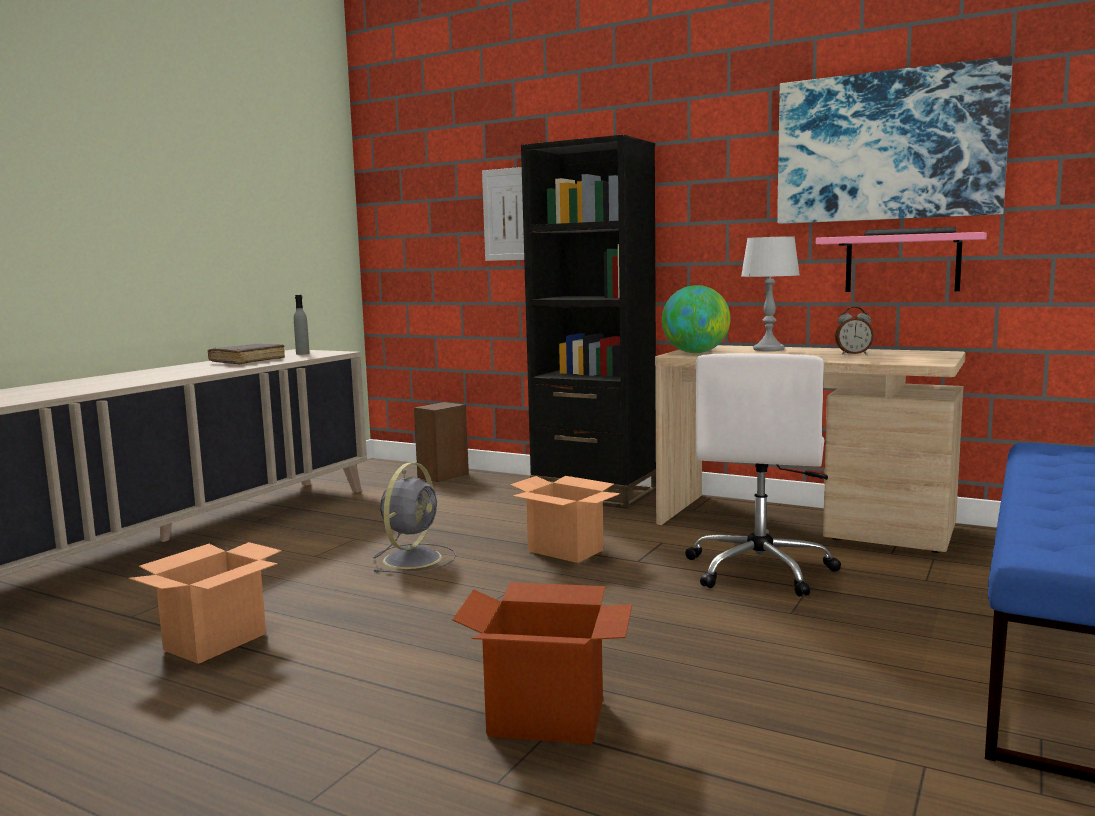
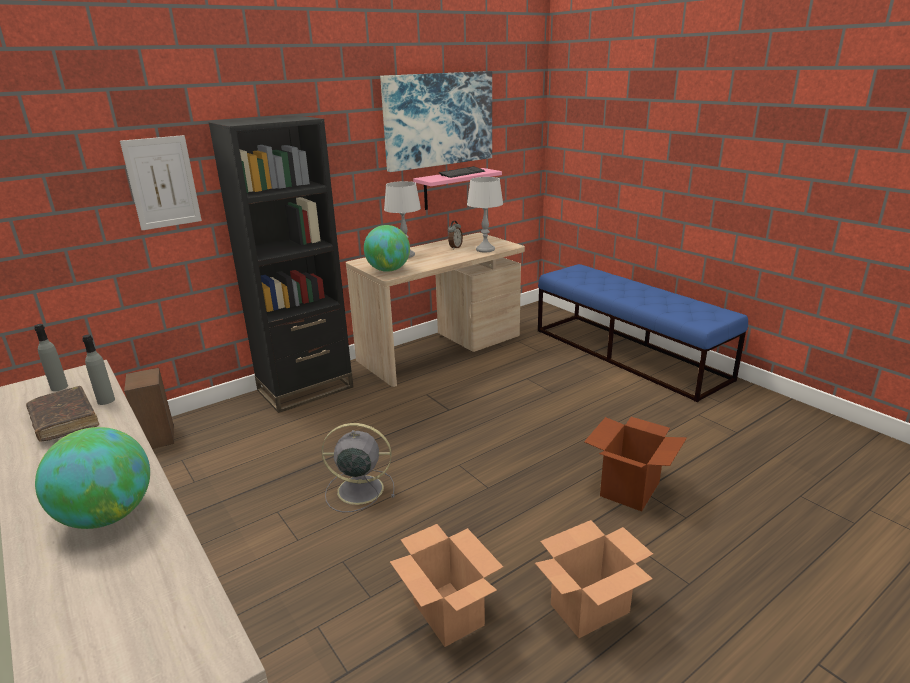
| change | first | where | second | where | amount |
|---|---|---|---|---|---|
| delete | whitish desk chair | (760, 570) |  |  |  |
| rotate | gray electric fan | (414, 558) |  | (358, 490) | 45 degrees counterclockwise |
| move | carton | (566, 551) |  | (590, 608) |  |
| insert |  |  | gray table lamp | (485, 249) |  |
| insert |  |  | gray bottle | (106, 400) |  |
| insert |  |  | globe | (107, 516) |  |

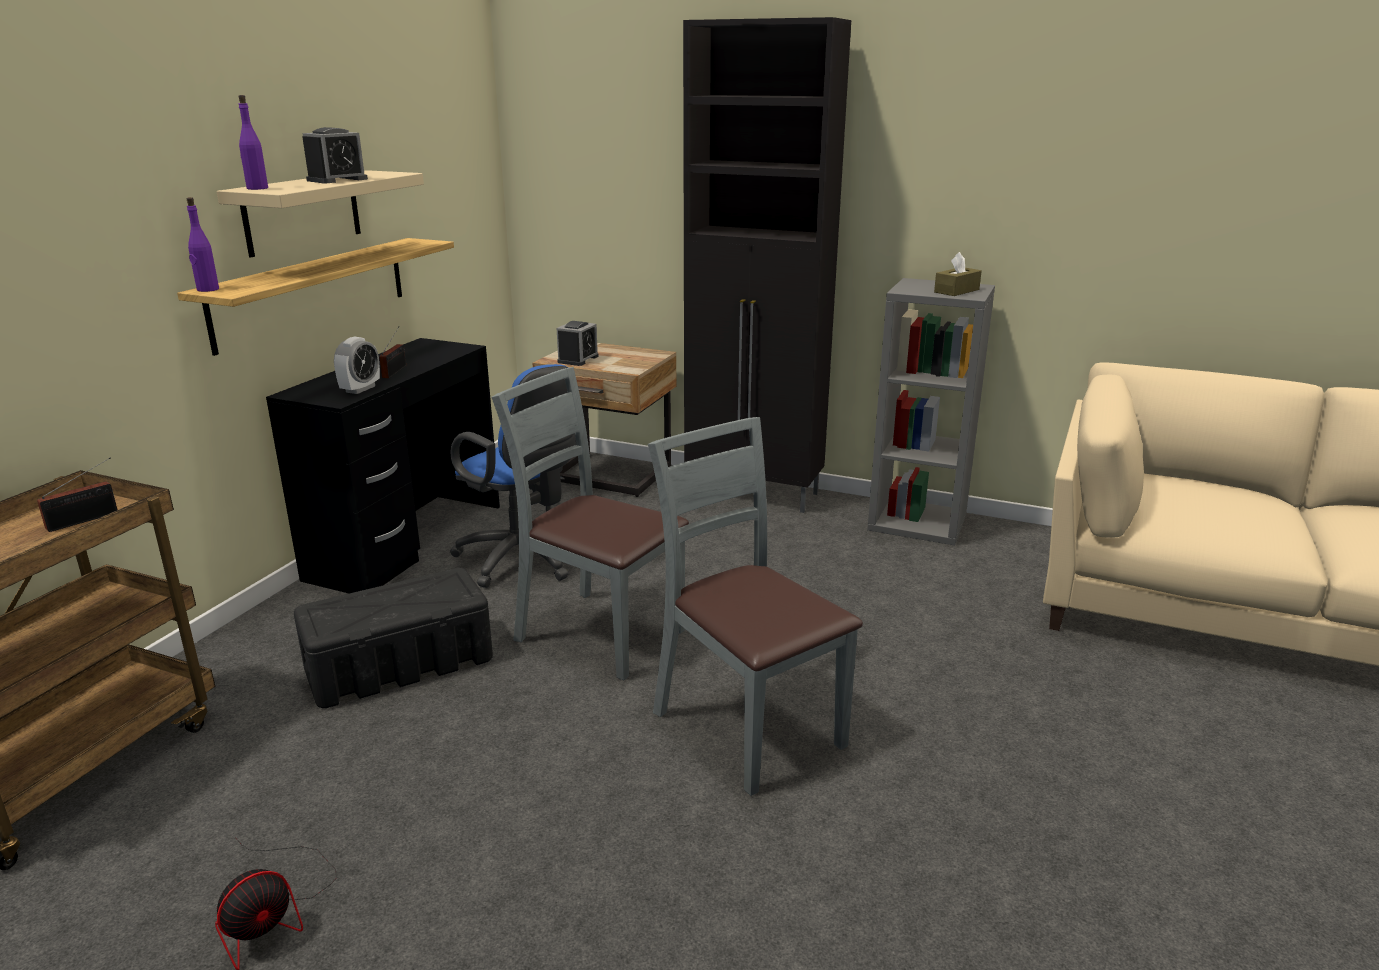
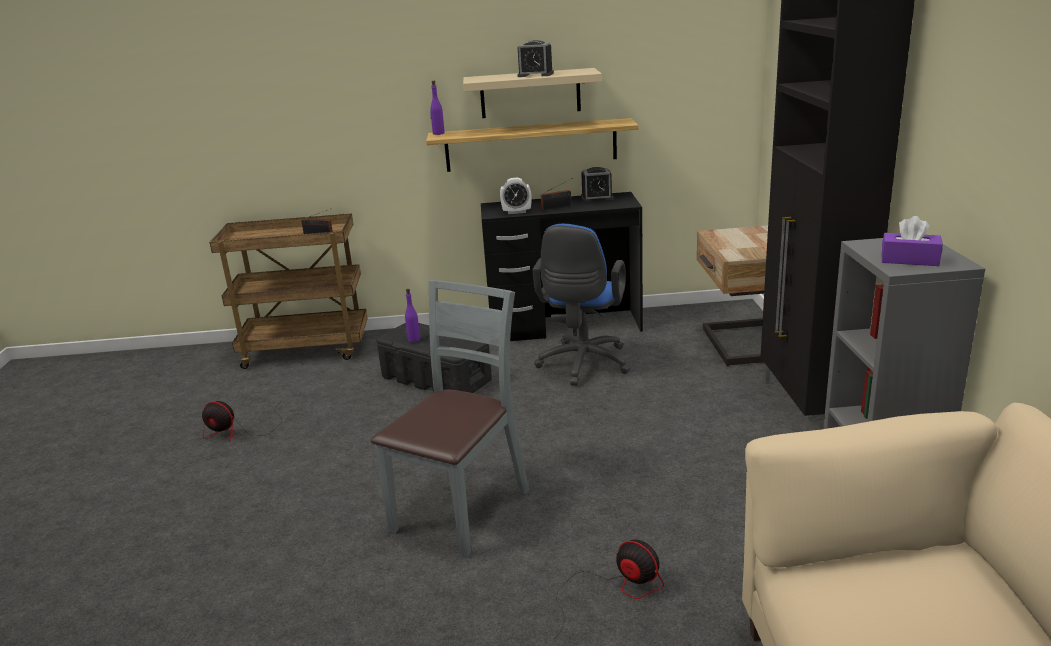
| change | first | where | second | where | amount |
|---|---|---|---|---|---|
| move | purplish bottle | (257, 188) |  | (414, 339) |  |
| recolor | brownish tissue holder | (956, 291) | purplish tissue holder | (909, 260) |  |
| move | table clock | (578, 359) |  | (597, 198) |  |
| delete | gray plain chair | (599, 633) |  |  |  |
| insert |  |  | electric fan | (614, 590) |  |

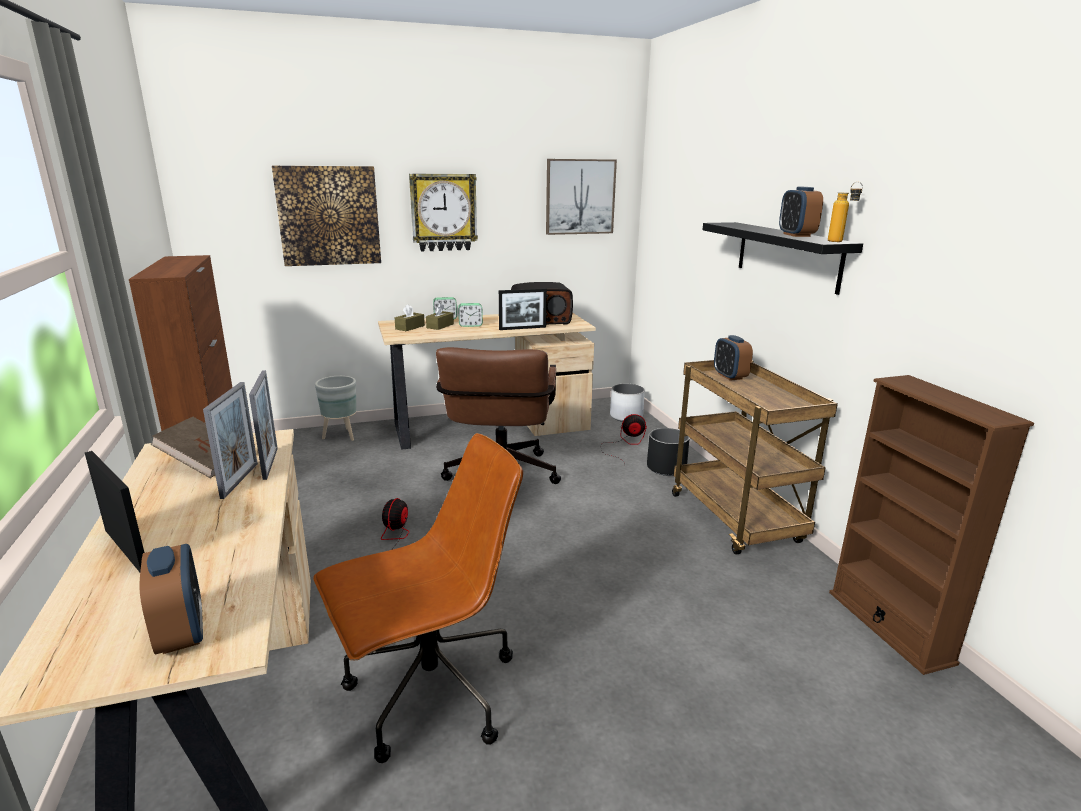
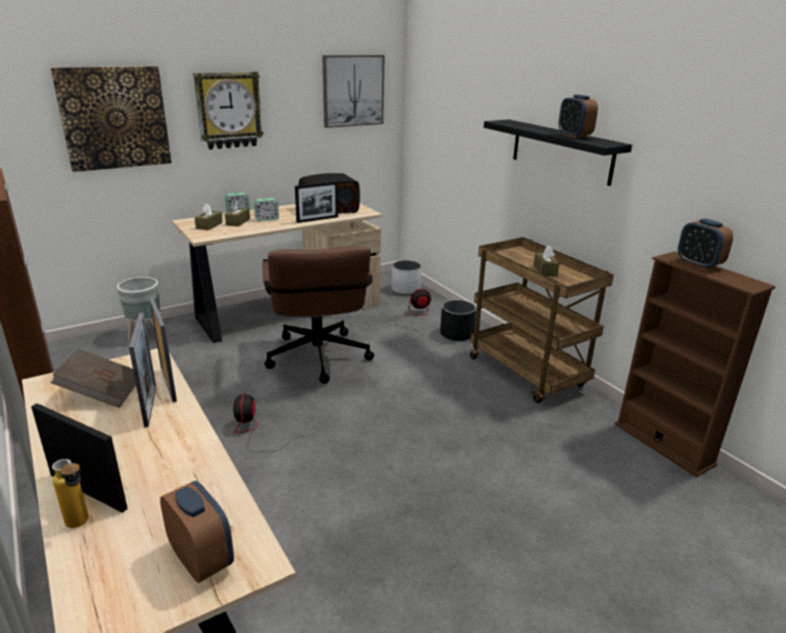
| change | first | where | second | where | amount |
|---|---|---|---|---|---|
| move | bottle | (840, 242) |  | (81, 525) |  |
| move | table clock | (730, 376) |  | (699, 264) |  |
| delete | brownish desk chair | (429, 694) |  |  |  |
| insert |  |  | brownish tissue holder | (545, 270) |  |

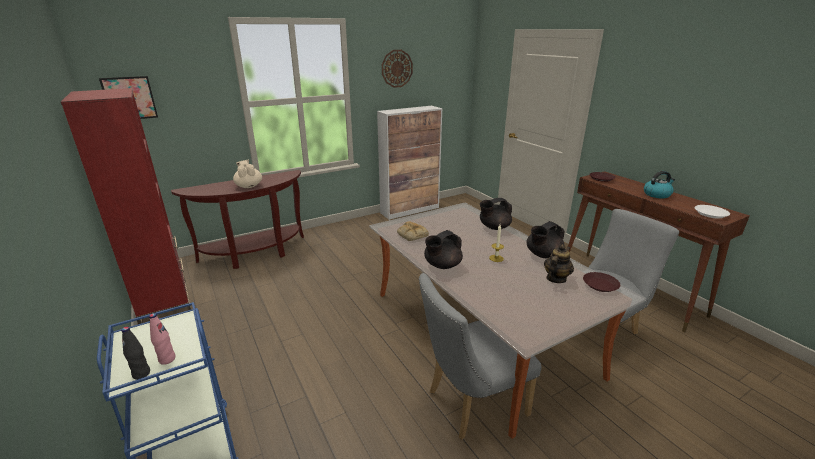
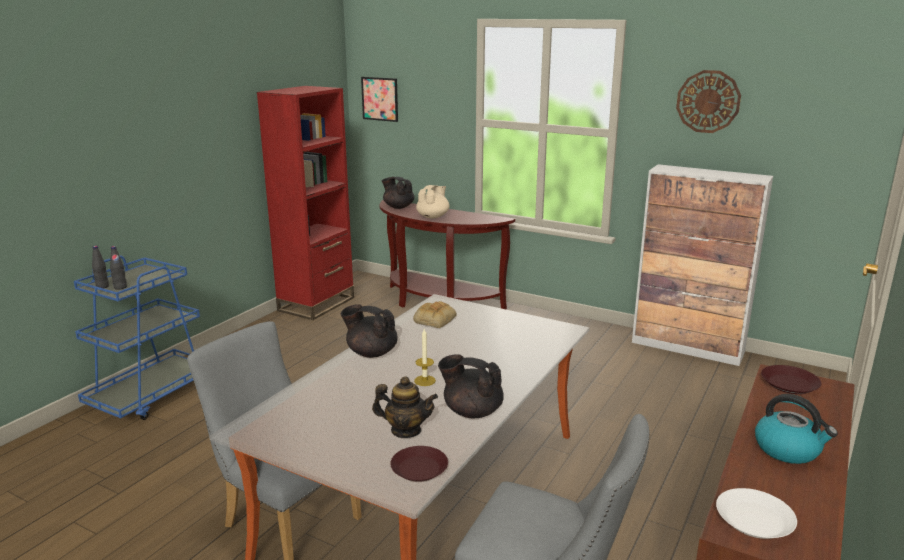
| change | first | where | second | where | amount |
|---|---|---|---|---|---|
| move | black tea pot | (494, 227) |  | (398, 207) |  |
| recolor | pink bottle | (167, 359) | black bottle | (120, 287) |  |

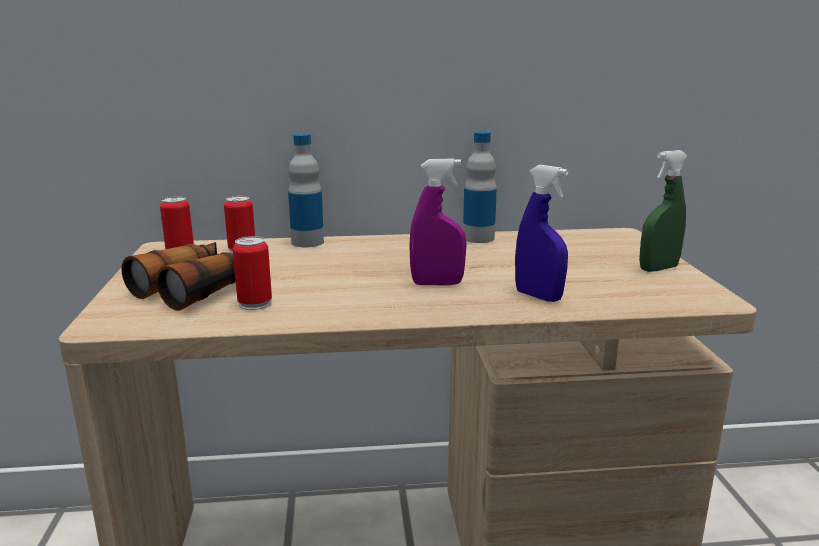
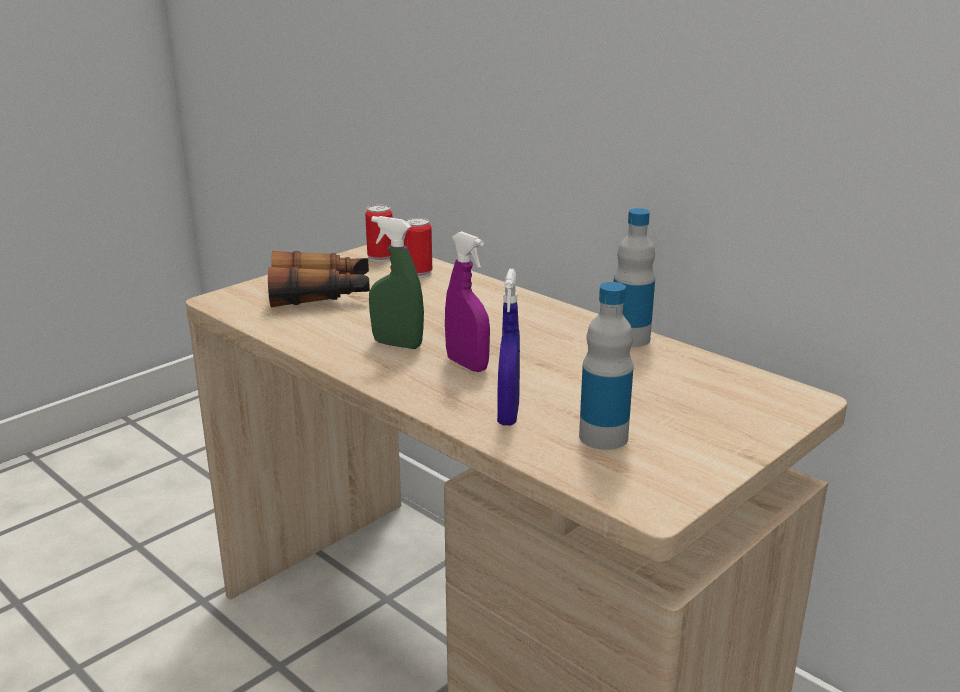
| change | first | where | second | where | amount |
|---|---|---|---|---|---|
| move | bottle | (307, 242) |  | (603, 437) |  |
| move | green-coloured hand sprayer | (658, 268) |  | (397, 344) |  |
| delete | sealed can | (255, 303) |  |  |  |

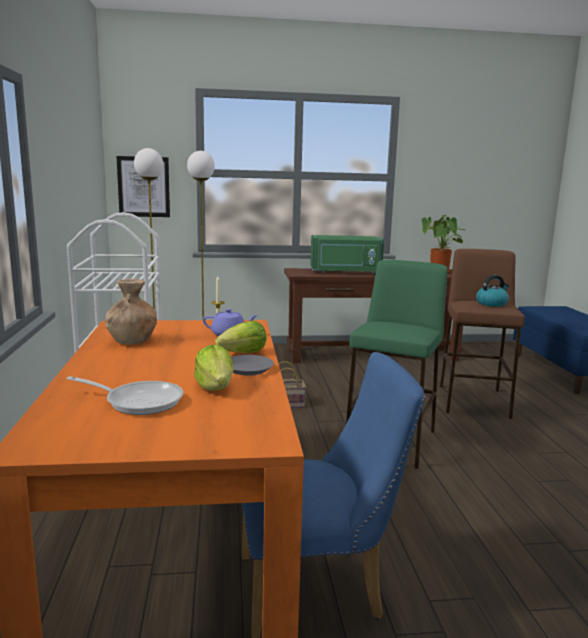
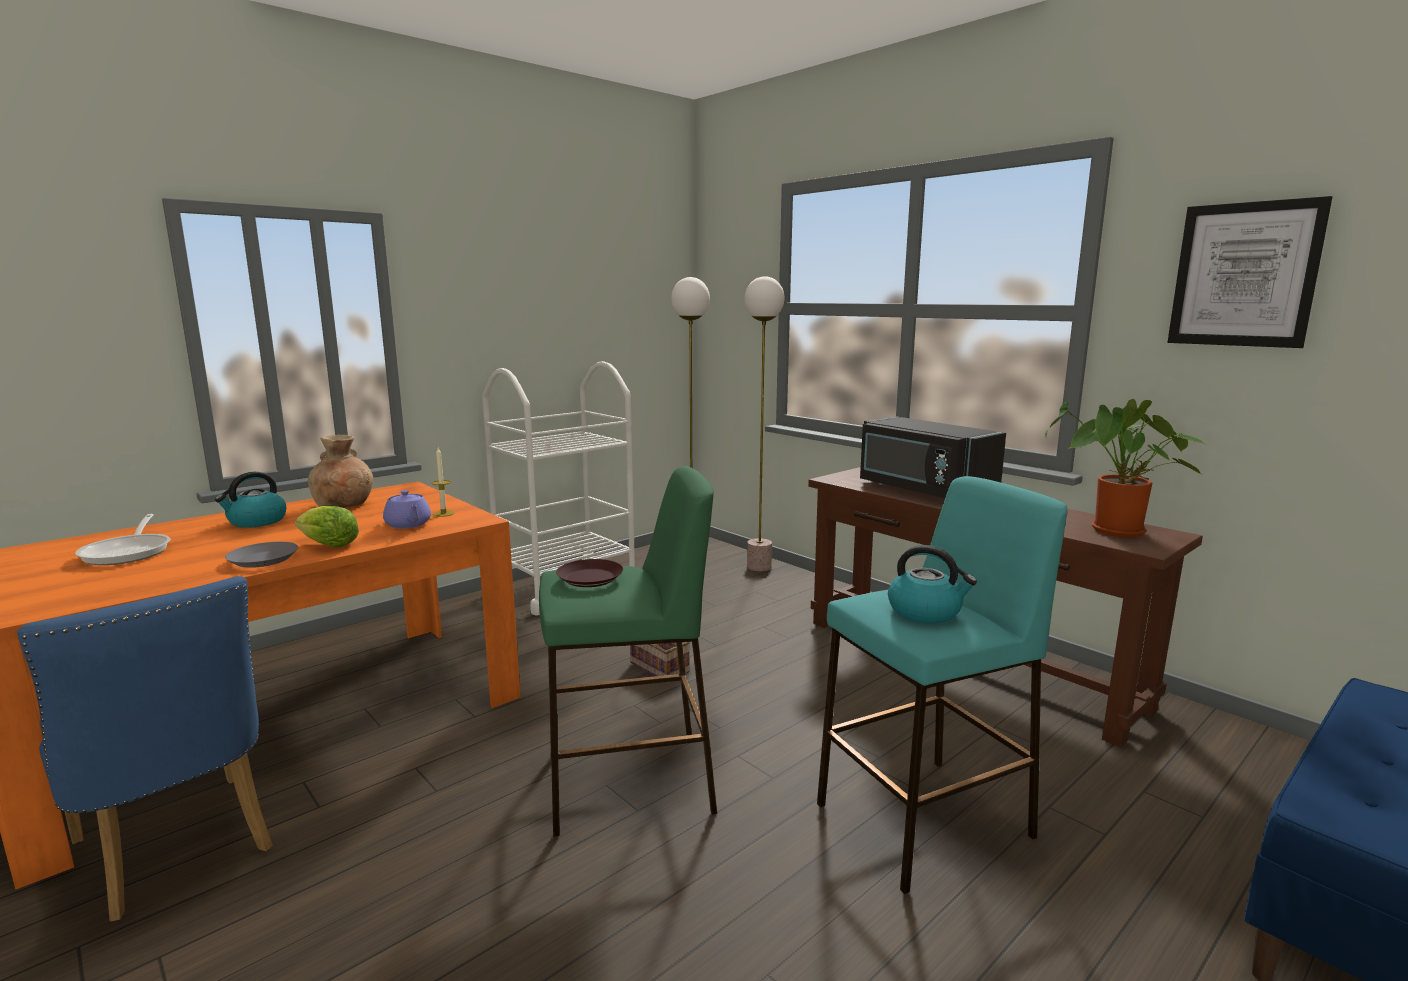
| change | first | where | second | where | amount |
|---|---|---|---|---|---|
| move | wall art | (143, 187) |  | (1244, 275) |  |
| recolor | green-coloured microwave oven | (345, 272) | black microwave oven | (922, 491) |  |
| recolor | brownish sitting stool | (473, 401) | blue-green sitting stool | (925, 819) |  |
| delete | lettuce head | (215, 387) |  |  |  |
| insert |  |  | water kettle | (256, 522) |  |
| insert |  |  | brownish flat dish | (590, 579) |  |

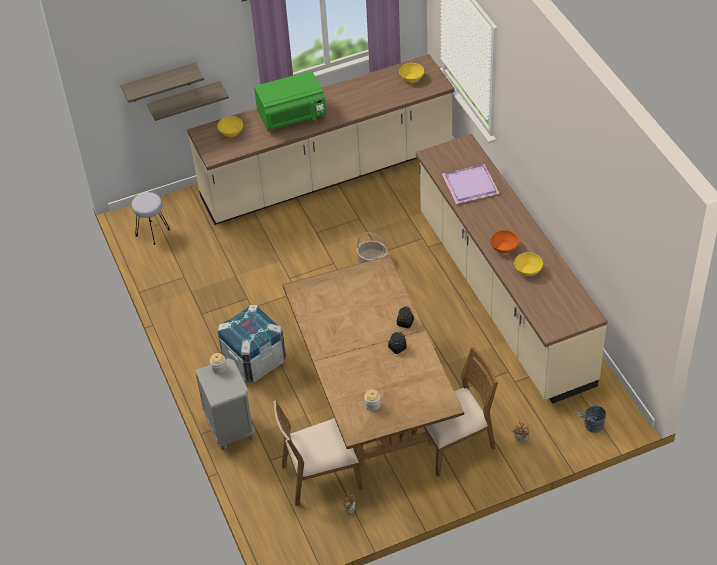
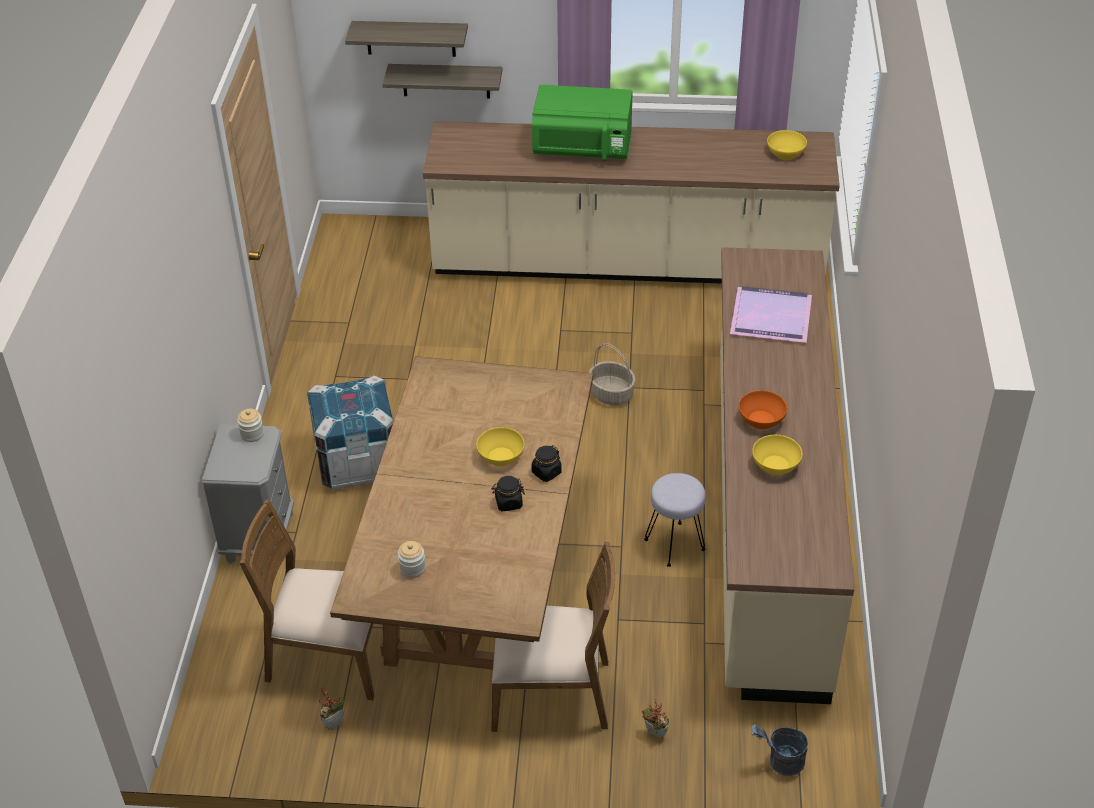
| change | first | where | second | where | amount |
|---|---|---|---|---|---|
| move | yellow serving bowl | (231, 132) |  | (501, 456) |  |
| move | gray sitting stool | (153, 232) |  | (675, 544) |  |

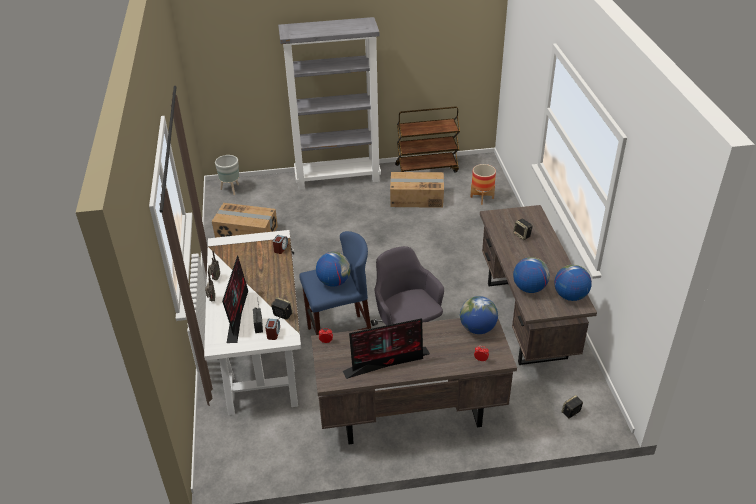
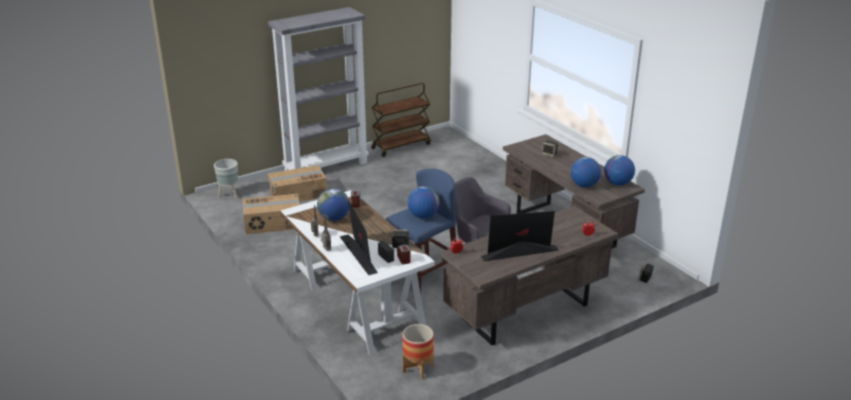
| change | first | where | second | where | amount |
|---|---|---|---|---|---|
| move | plant pot | (482, 197) |  | (418, 368) |  |
| move | carton | (416, 198) |  | (298, 194) |  |
| move | globe | (477, 328) |  | (334, 218) |  |
| rotate | monitor | (388, 362) |  | (518, 253) | 150 degrees counterclockwise |

